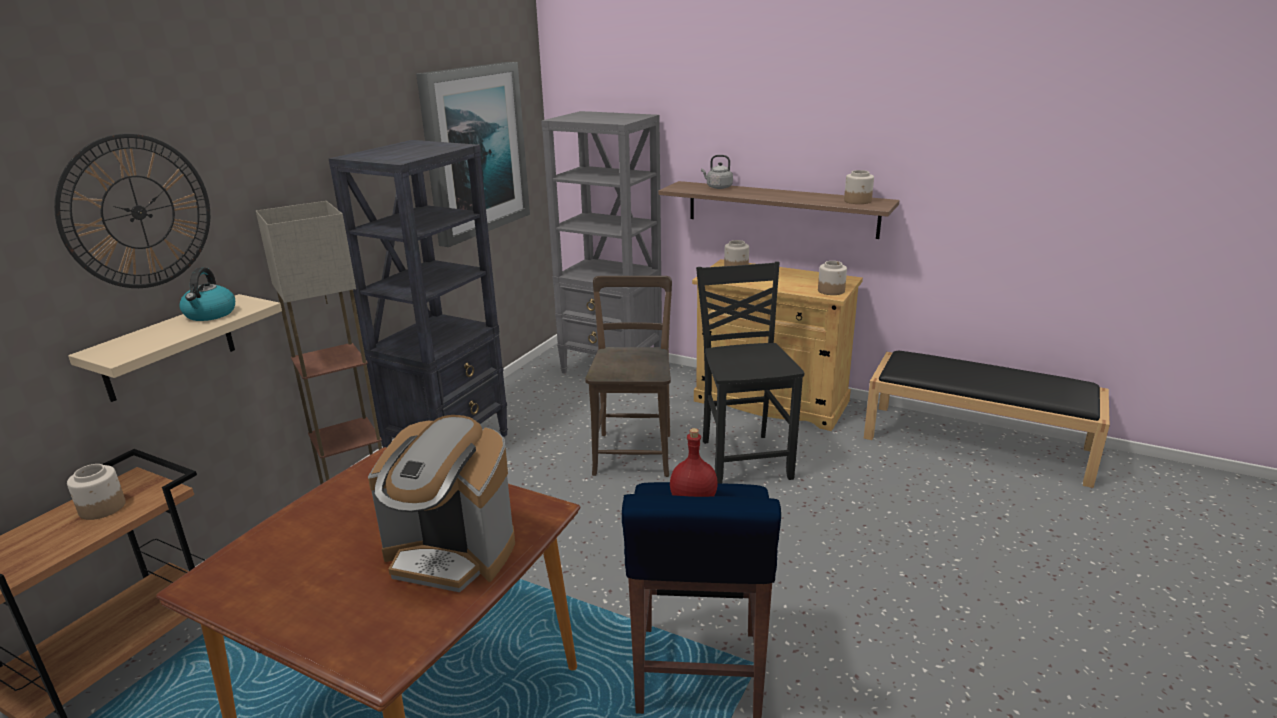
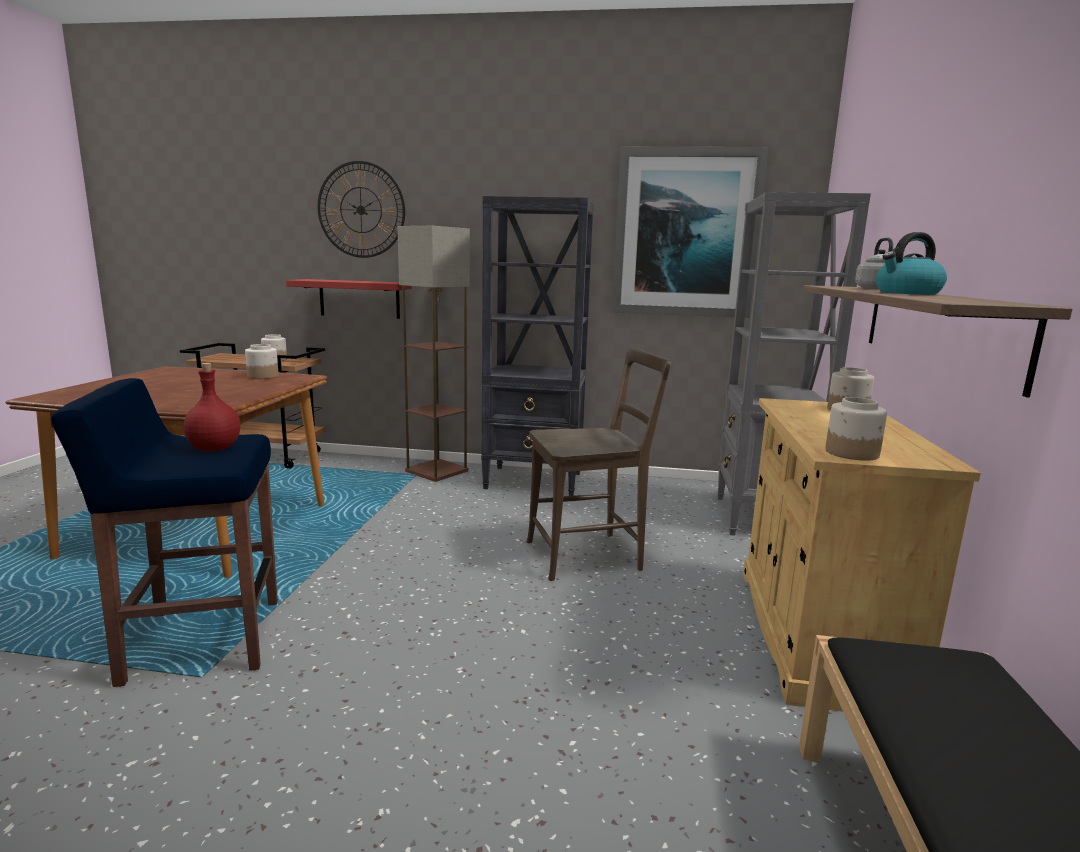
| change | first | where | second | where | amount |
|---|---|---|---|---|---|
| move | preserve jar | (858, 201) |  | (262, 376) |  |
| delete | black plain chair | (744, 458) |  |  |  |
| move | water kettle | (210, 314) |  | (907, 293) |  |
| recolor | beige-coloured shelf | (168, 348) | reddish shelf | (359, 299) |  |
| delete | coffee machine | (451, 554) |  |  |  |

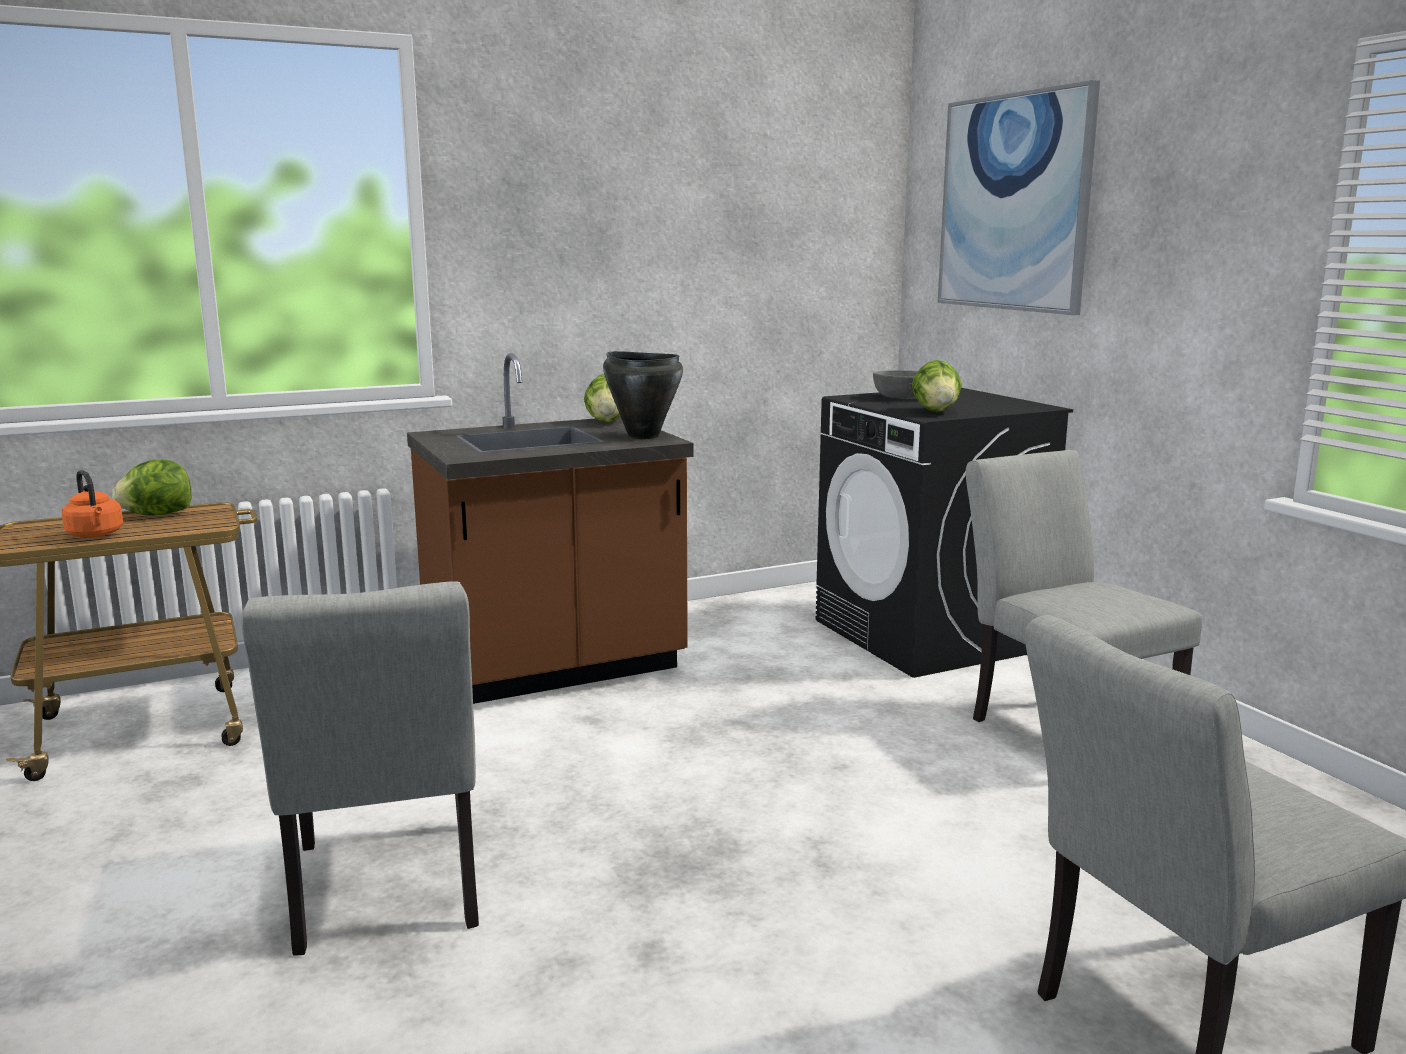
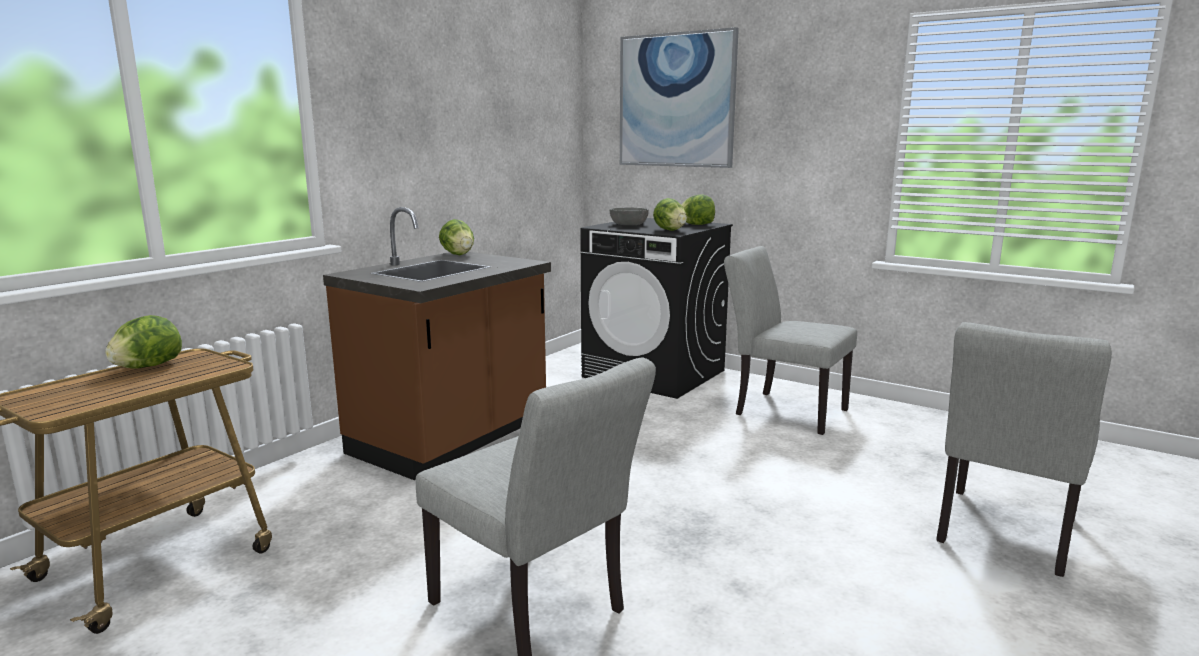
| change | first | where | second | where | amount |
|---|---|---|---|---|---|
| delete | black saucepot | (643, 436) |  |  |  |
| delete | orange water kettle | (96, 535) |  |  |  |
| insert |  |  | lettuce head | (696, 224) |  |

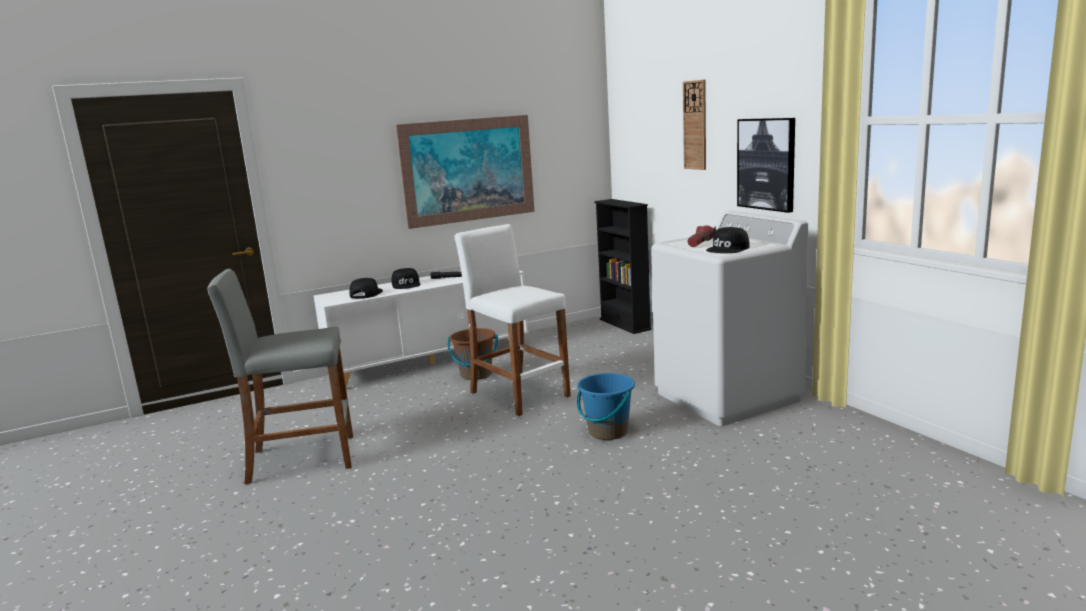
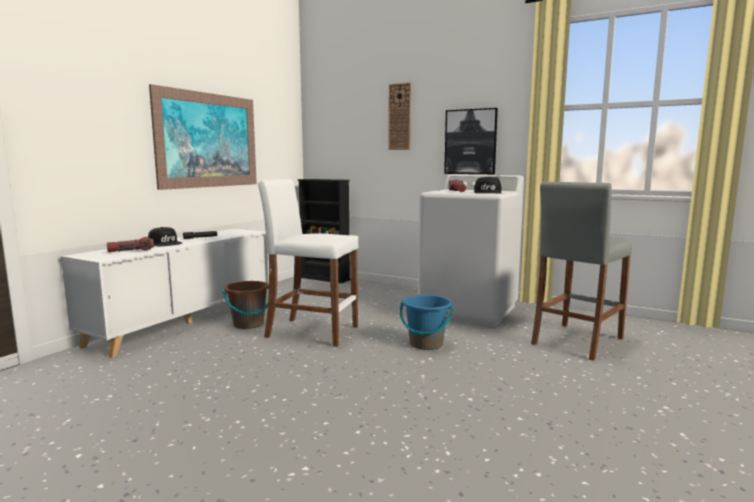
| change | first | where | second | where | amount |
|---|---|---|---|---|---|
| move | gray sitting stool | (301, 459) |  | (577, 341) |  |
| replace | black peaked cap | (366, 294) | torch | (131, 251) |  |

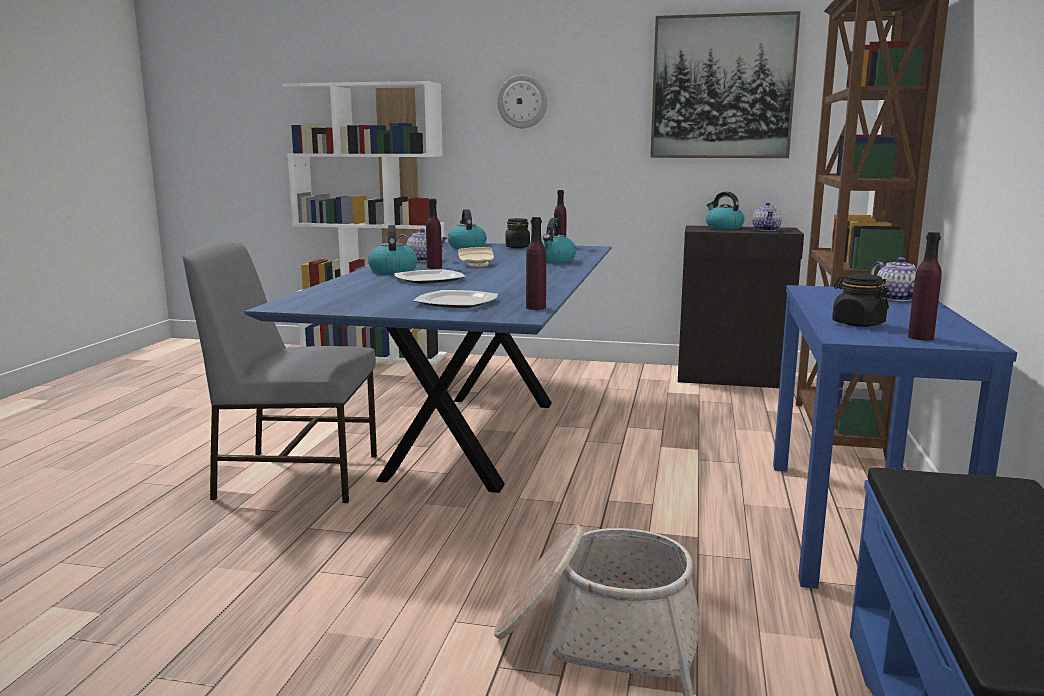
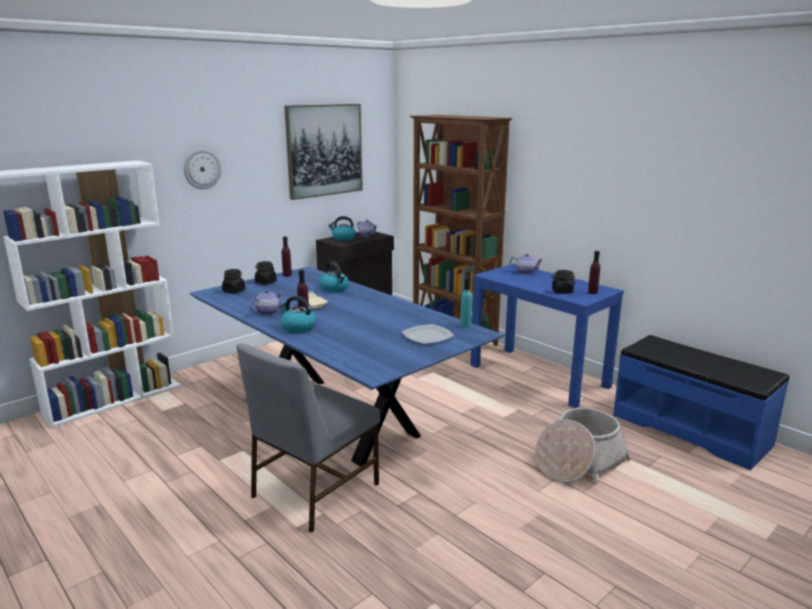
| change | first | where | second | where | amount |
|---|---|---|---|---|---|
| replace | water kettle | (466, 246) | black preserve jar | (234, 291) |  |
| recolor | purplish bottle | (536, 307) | blue-green bottle | (465, 326) |  |
| delete | flat dish | (430, 279) |  |  |  |

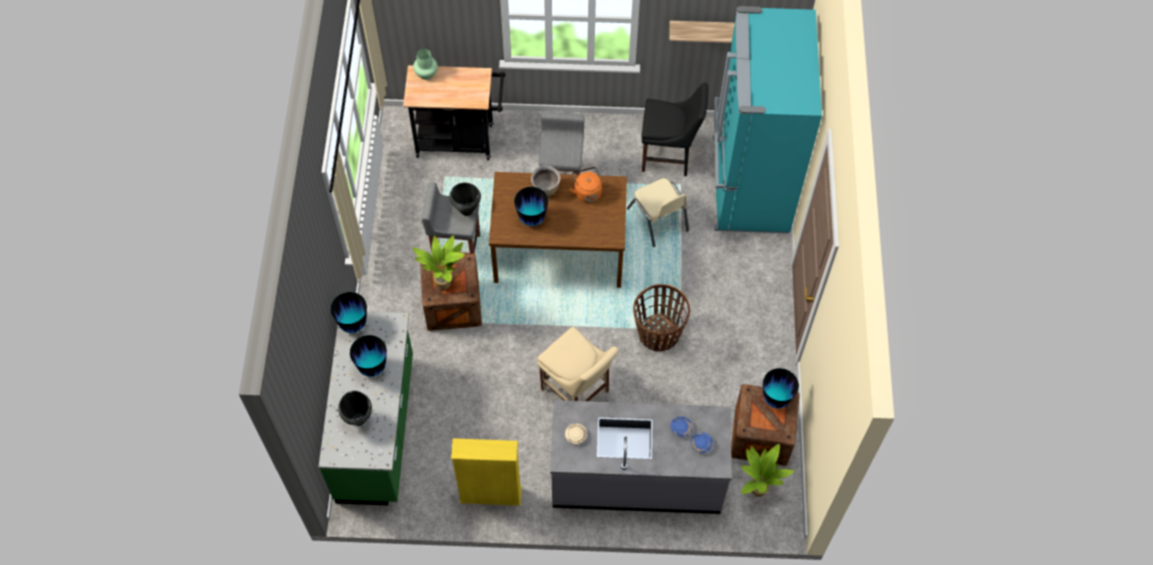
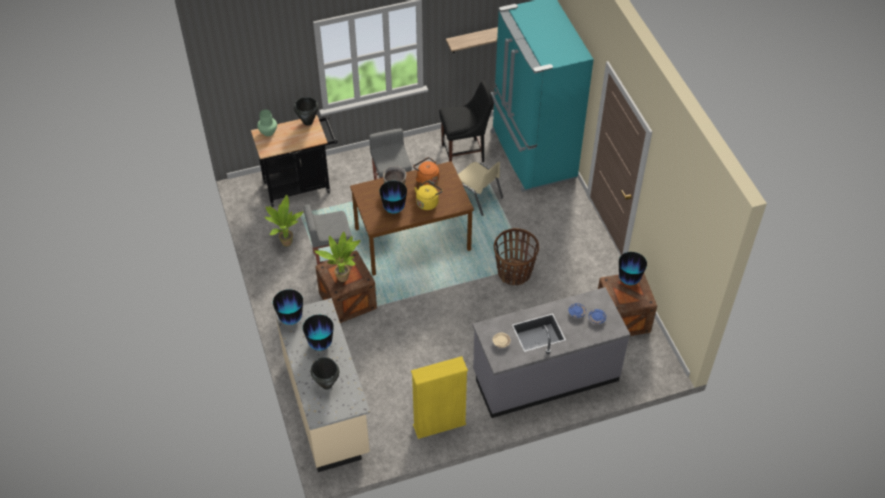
| change | first | where | second | where | amount |
|---|---|---|---|---|---|
| move | black saucepot | (467, 211) |  | (308, 122) |  |
| recolor | green-coloured kitchen counter | (377, 429) | beige-coloured kitchen counter | (328, 407) |  |
| delete | beige-coloured plain chair | (577, 392) |  |  |  |
| move | houseplant | (756, 489) |  | (285, 242) |  |
| insert |  |  | yellow water kettle | (428, 202) |  |

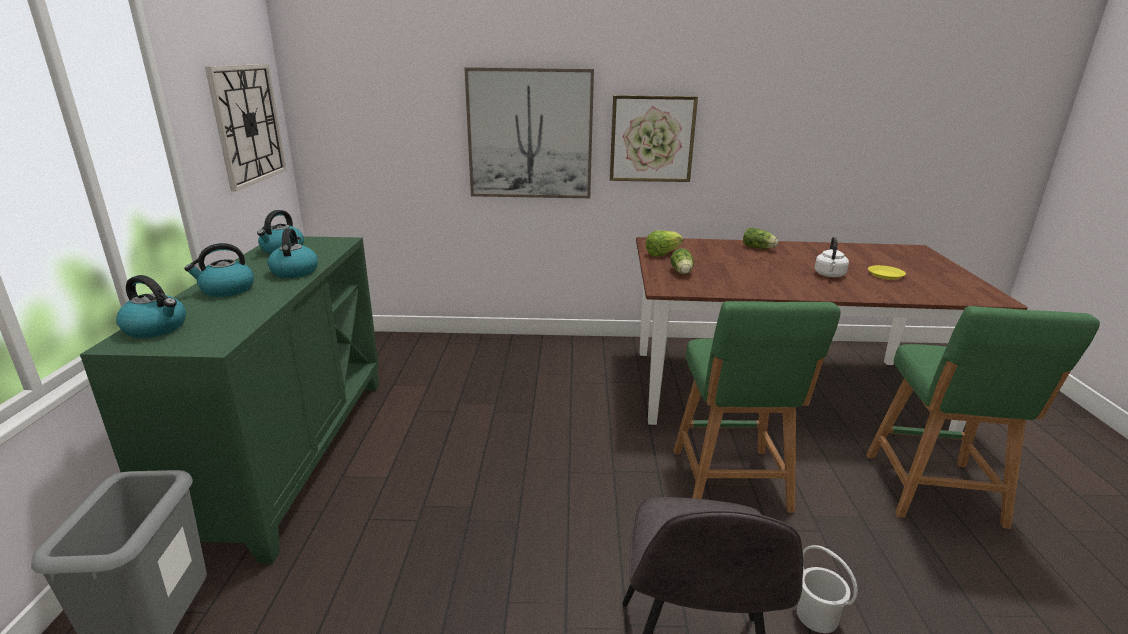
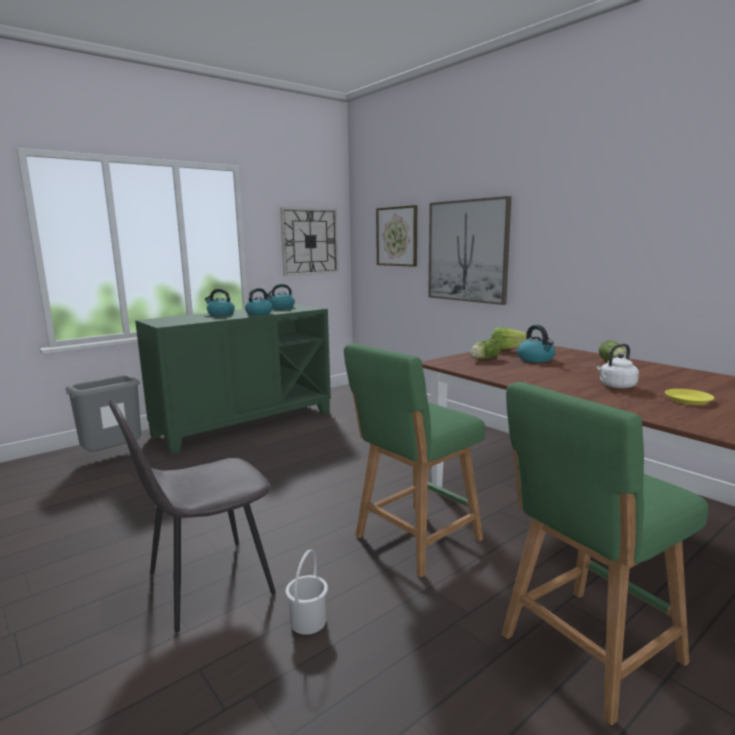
| change | first | where | second | where | amount |
|---|---|---|---|---|---|
| move | wall art | (652, 139) |  | (397, 236) |  |
| move | water kettle | (157, 328) |  | (536, 359) |  |

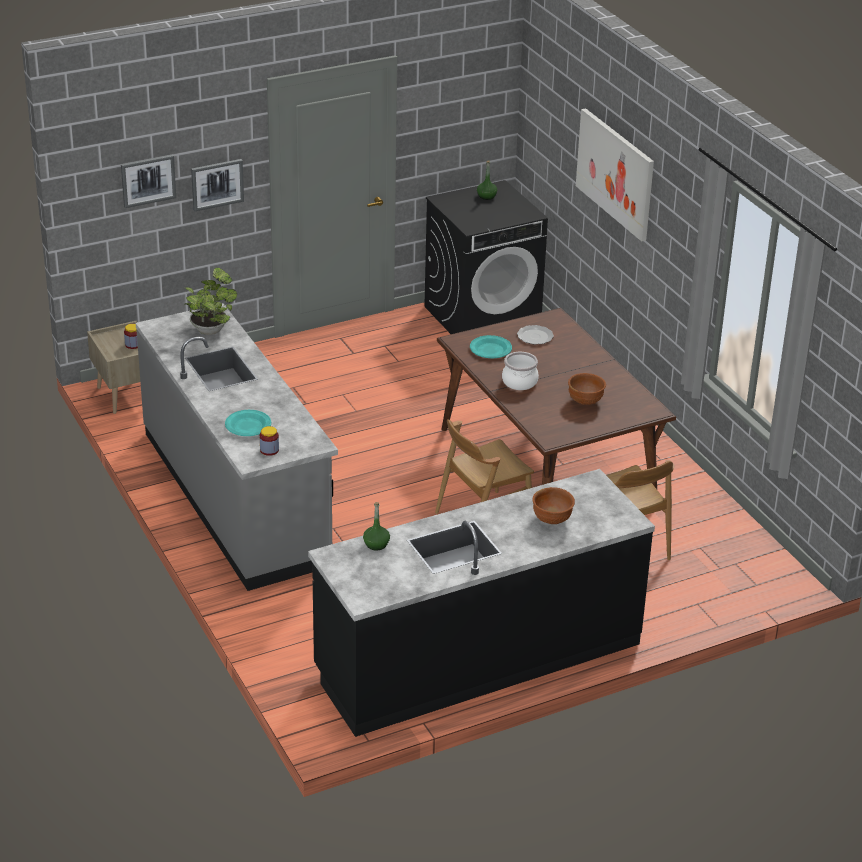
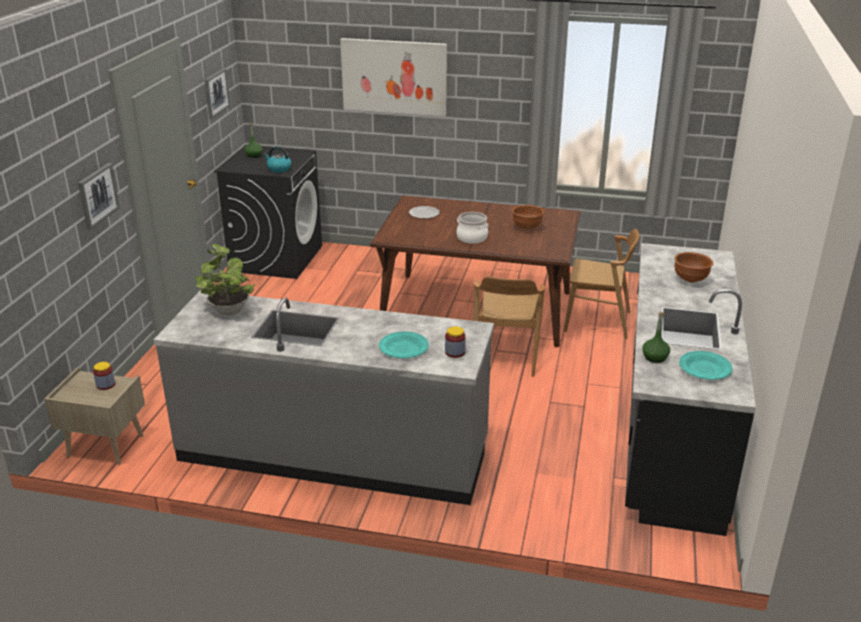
| change | first | where | second | where | amount |
|---|---|---|---|---|---|
| move | wall art | (148, 180) |  | (216, 93) |  |
| move | blue-green flat dish | (490, 349) |  | (704, 368) |  |
| insert |  |  | water kettle | (279, 169) |  |

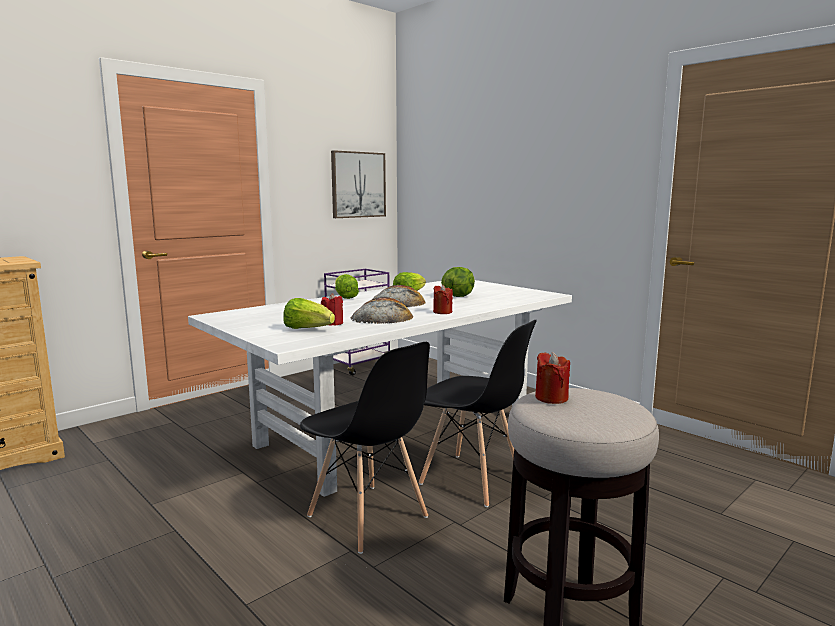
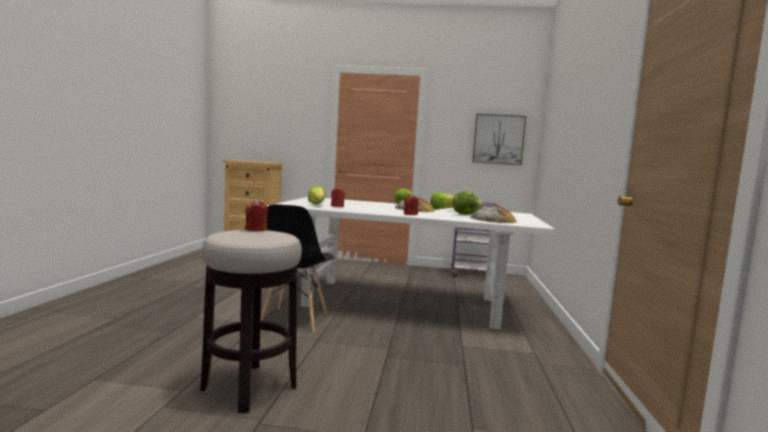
| change | first | where | second | where | amount |
|---|---|---|---|---|---|
| move | bread | (382, 317) |  | (492, 220) |  |
| delete | black plain chair | (472, 479) |  |  |  |

